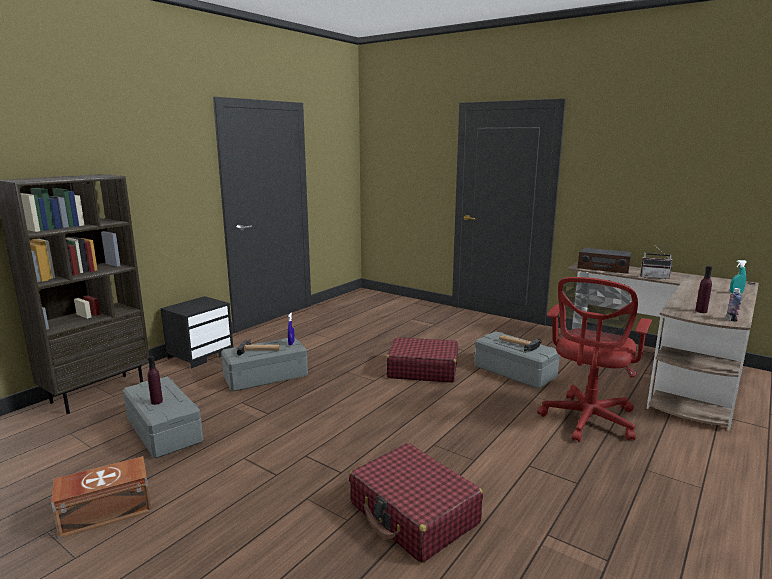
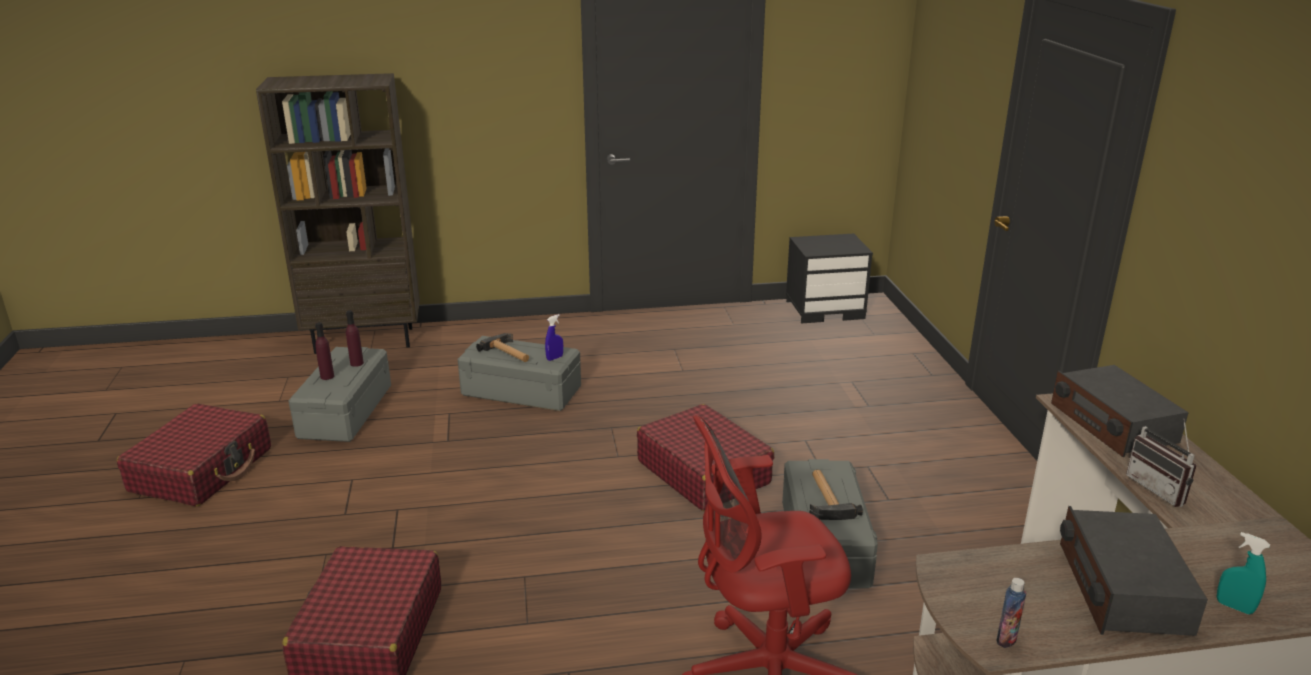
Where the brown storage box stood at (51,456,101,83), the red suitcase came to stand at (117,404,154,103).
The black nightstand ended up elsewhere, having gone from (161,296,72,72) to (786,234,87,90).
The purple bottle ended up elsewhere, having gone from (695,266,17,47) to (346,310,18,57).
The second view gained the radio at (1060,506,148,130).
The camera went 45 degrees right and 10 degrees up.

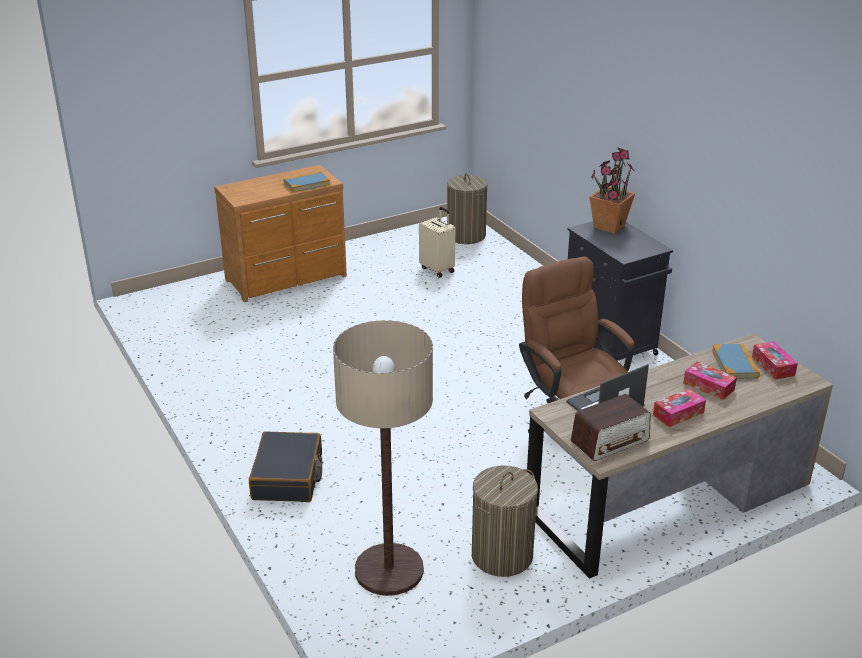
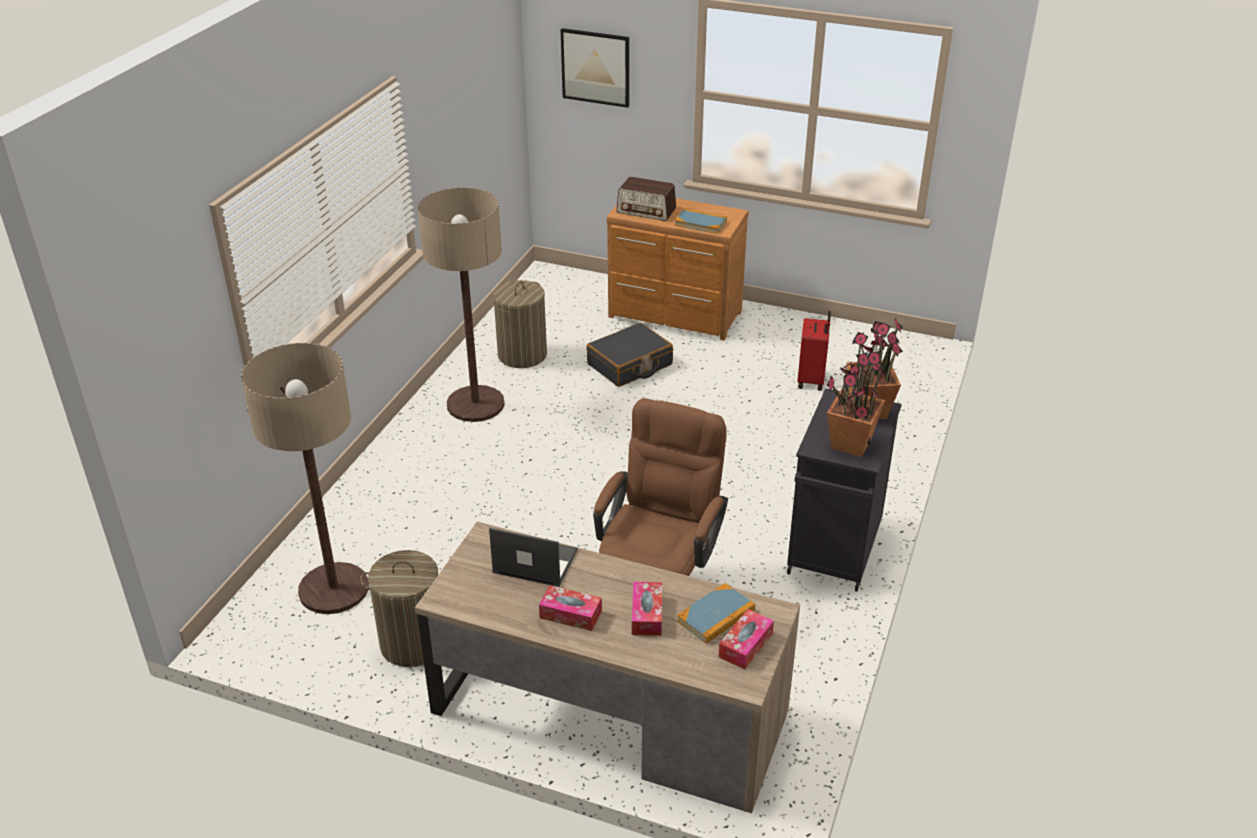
The black suitcase ended up elsewhere, having gone from (249,431,73,71) to (586,323,87,64).
What was the beige suitcase at (419,207,36,71) turned into the red suitcase at (797,311,34,80).
The laundry basket ended up elsewhere, having gone from (447,173,41,71) to (493,280,54,88).
The radio ended up elsewhere, having gone from (571,394,80,67) to (616,177,60,44).
The second view gained the floor lamp at (418,187,86,235).
The second view gained the picture at (561,28,68,80).
The second view gained the potted plant at (827,344,58,113).
The camera went 50 degrees right and 5 degrees up.

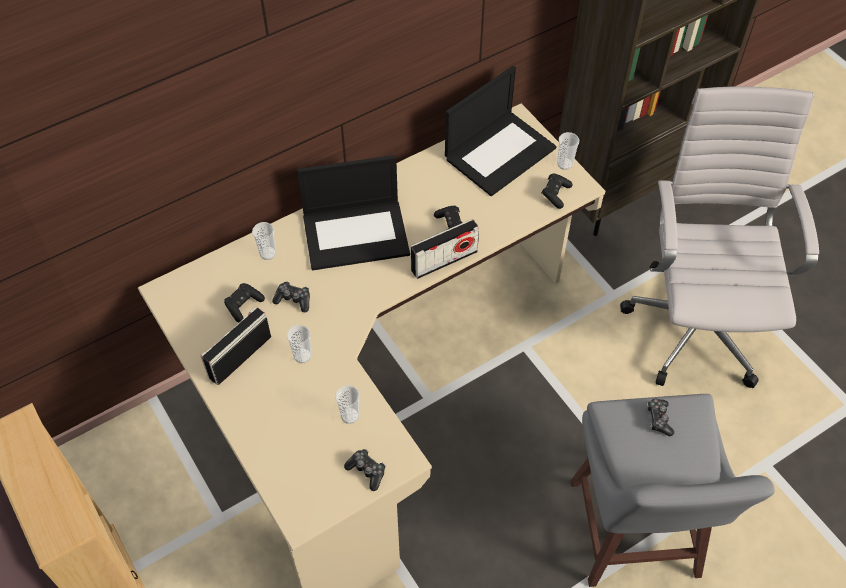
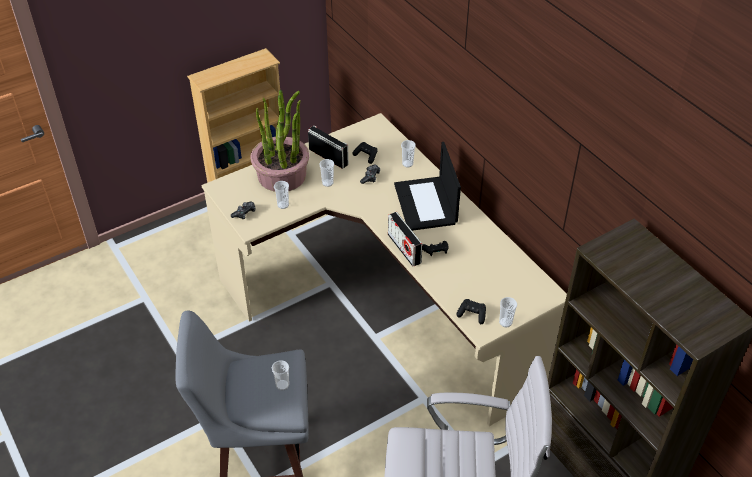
The second view lost the laptop at (445,66,112,130).
Where the game controller stood at (646,398,28,38), the cup came to stand at (272,360,17,31).
The second view gained the potted plant at (251,90,58,102).
The camera went 90 degrees right and 10 degrees down.

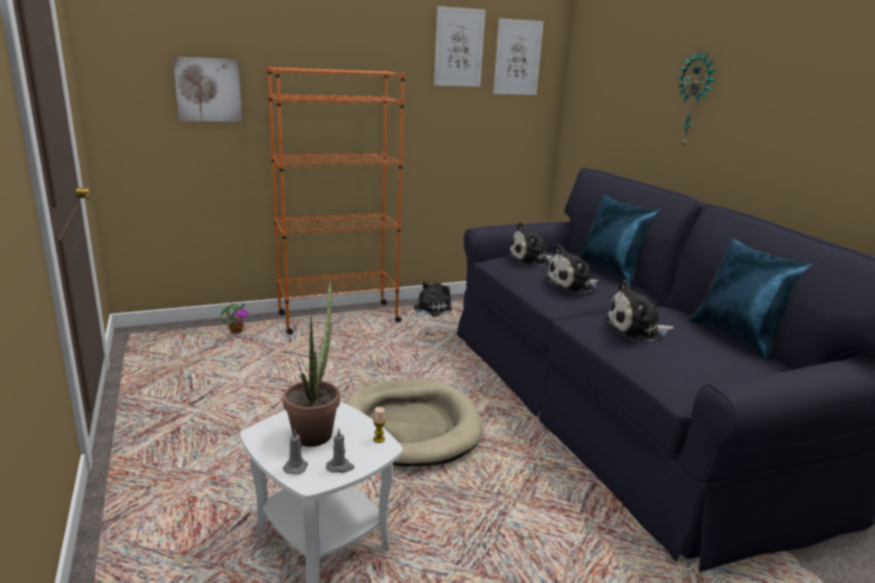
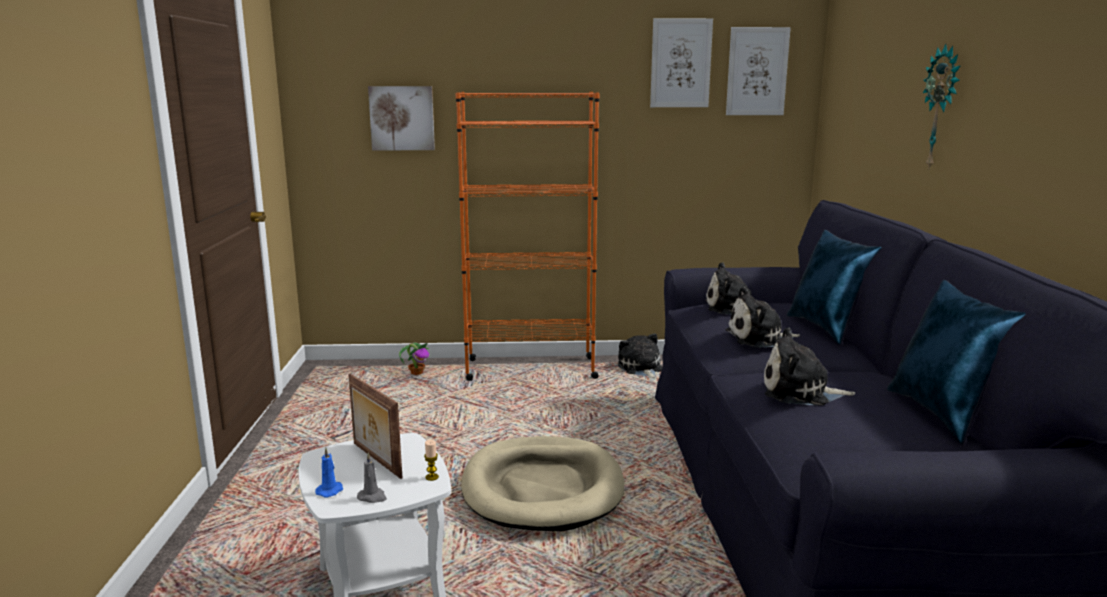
Where the potted plant stood at (283,280,57,167), the picture frame came to stand at (348,374,55,105).
What was the grey candle at (283,428,25,47) turned into the blue candle at (315,448,28,49).
The plush toy at (414,282,38,35) ended up facing another way, 75 degrees counterclockwise from before.
The camera went 20 degrees right and 5 degrees down.

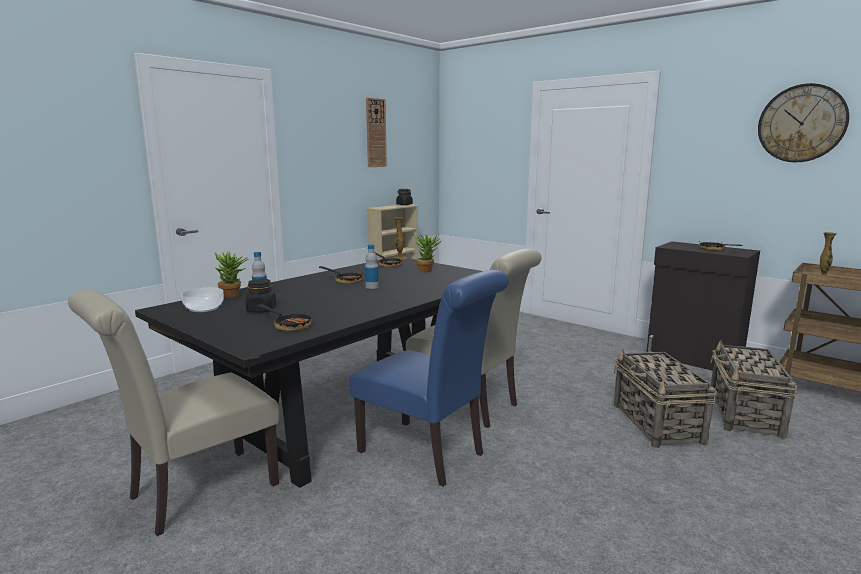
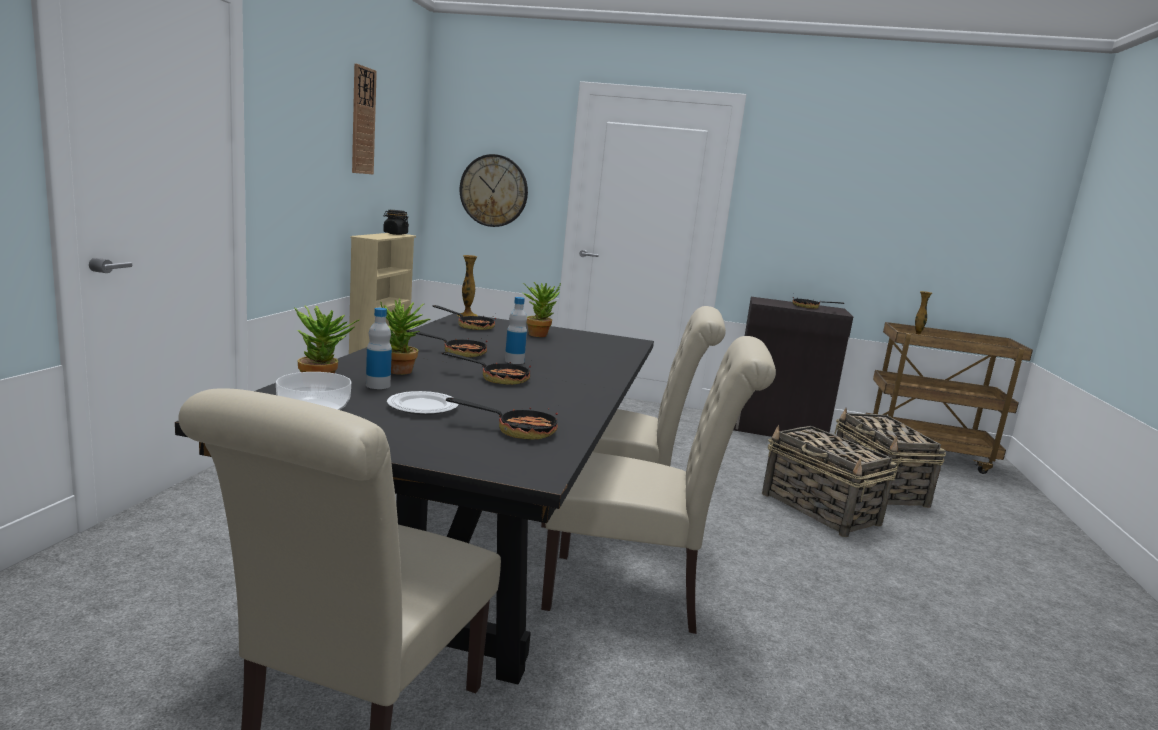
Where the black jar stood at (245,279,31,33), the plate came to stand at (387,391,71,24).
What was the blue chair at (349,270,160,217) turned into the beige chair at (541,336,235,298).
The wall clock ended up elsewhere, having gone from (758,83,91,79) to (459,154,69,73).
The second view gained the potted plant at (381,298,50,77).
The second view gained the frying pan at (442,352,89,33).
The camera went 30 degrees left and 0 degrees up.

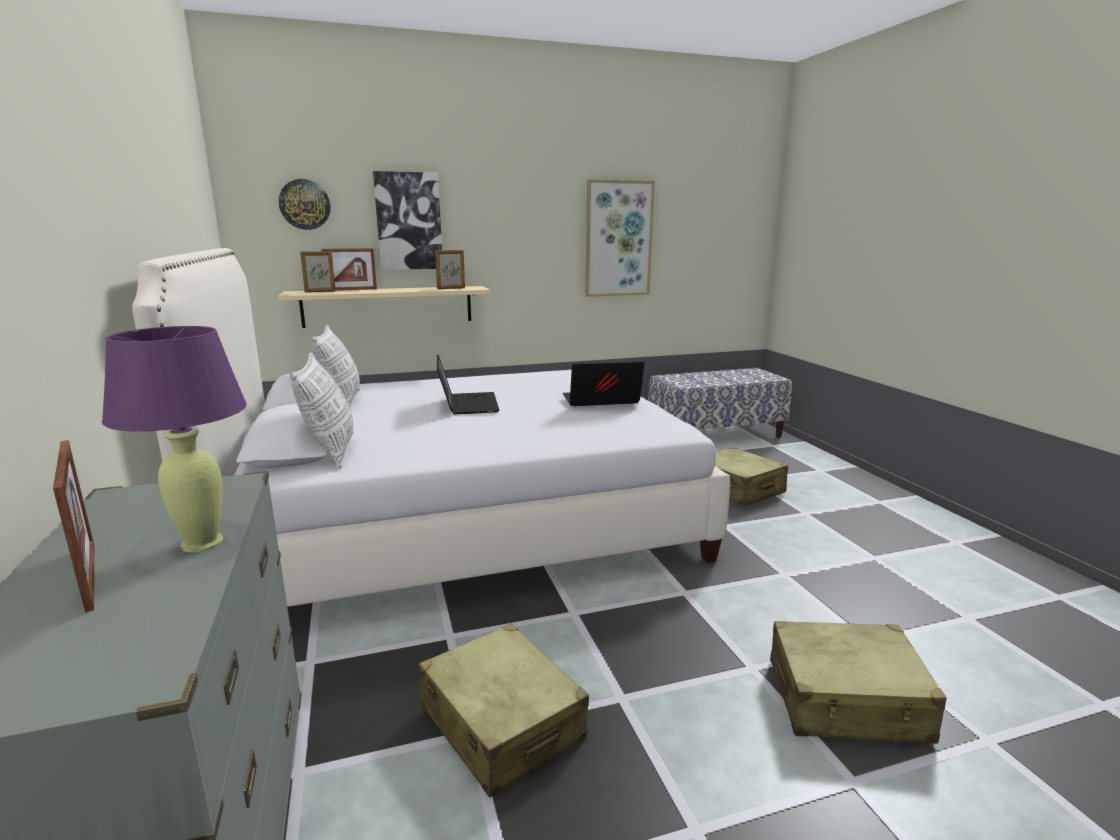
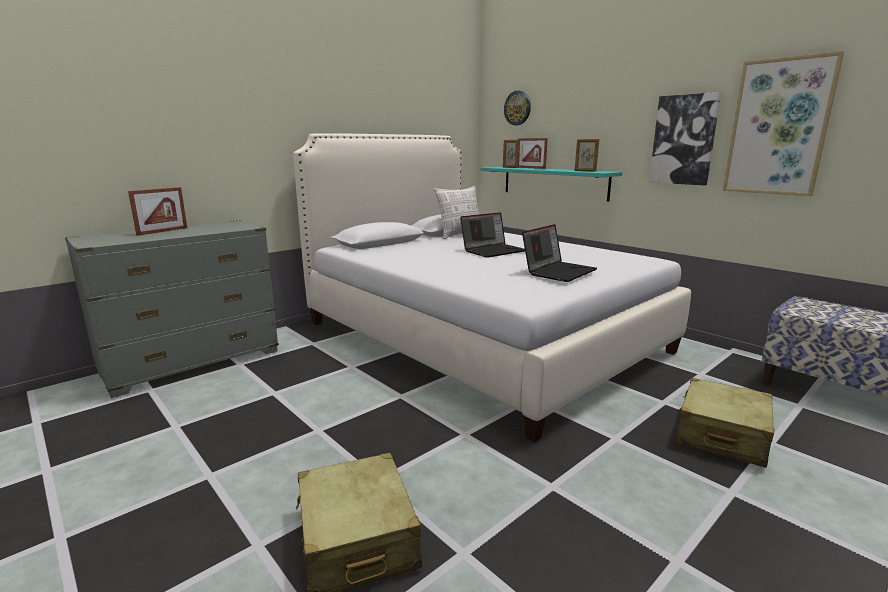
The second view lost the purple table lamp at (102,326,145,227).
What was the beige shelf at (278,286,212,42) turned into the turquoise shelf at (481,167,142,34).
The second view lost the pillow at (289,352,64,116).
The picture ended up elsewhere, having gone from (373,171,69,99) to (649,92,72,93).
The second view lost the beige suitcase at (419,623,170,174).
The laptop at (563,361,82,45) ended up facing another way, 75 degrees clockwise from before.
The camera went 65 degrees right and 0 degrees up.

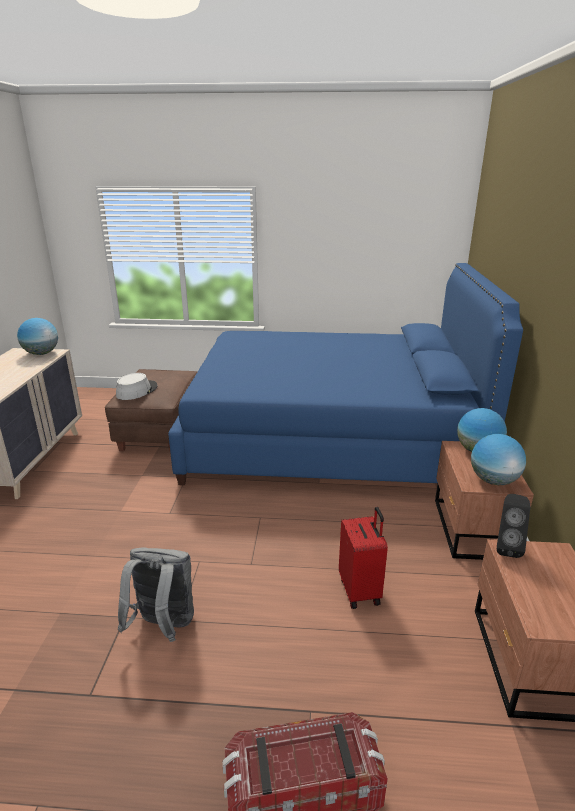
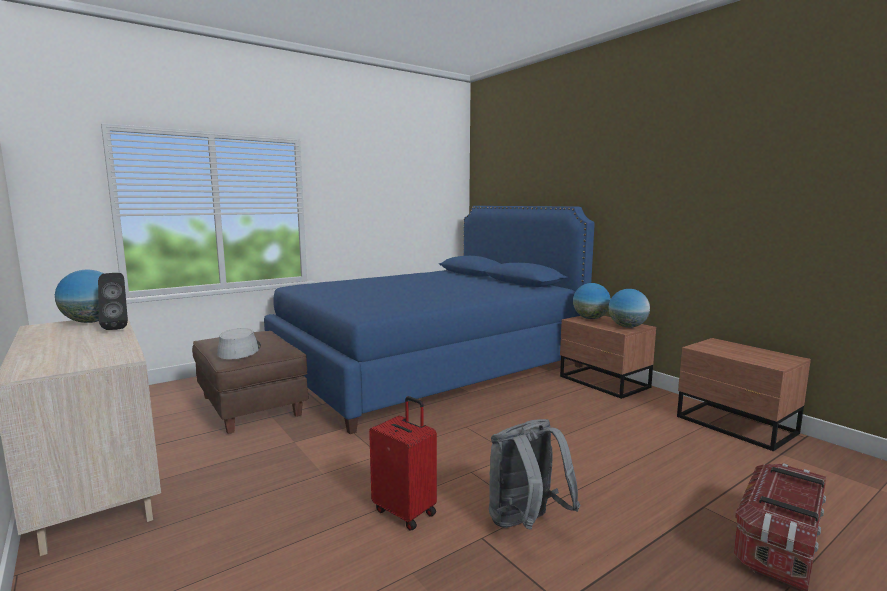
The red suitcase ended up elsewhere, having gone from (339,507,49,102) to (369,396,68,135).
The black speaker ended up elsewhere, having gone from (497,494,33,64) to (98,273,30,57).
The camera went 40 degrees left and 15 degrees down.

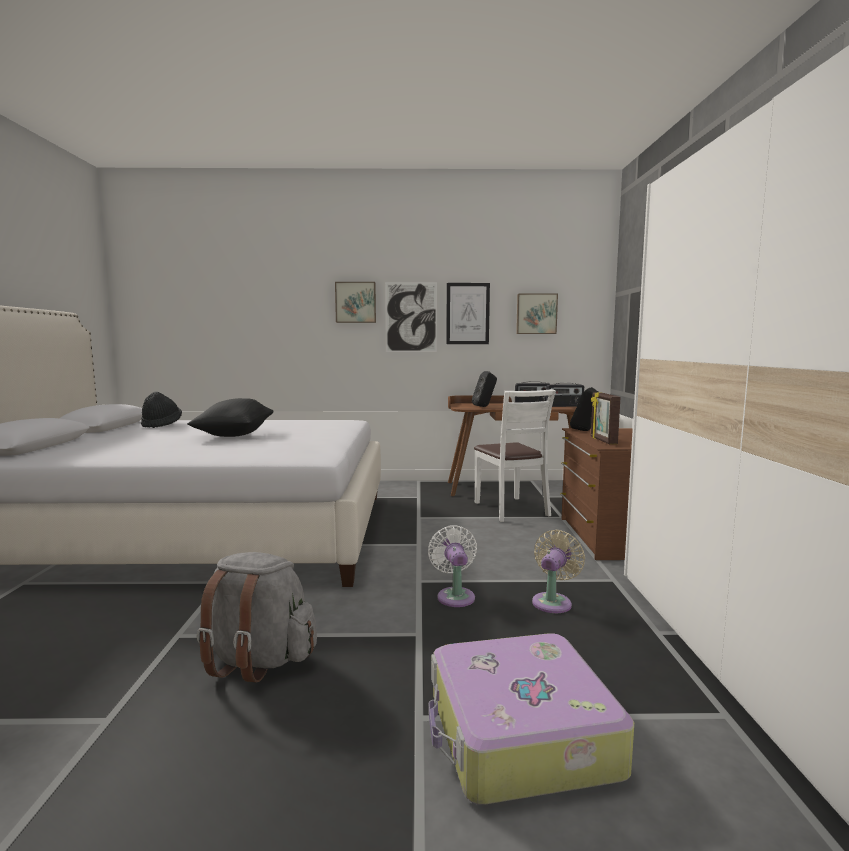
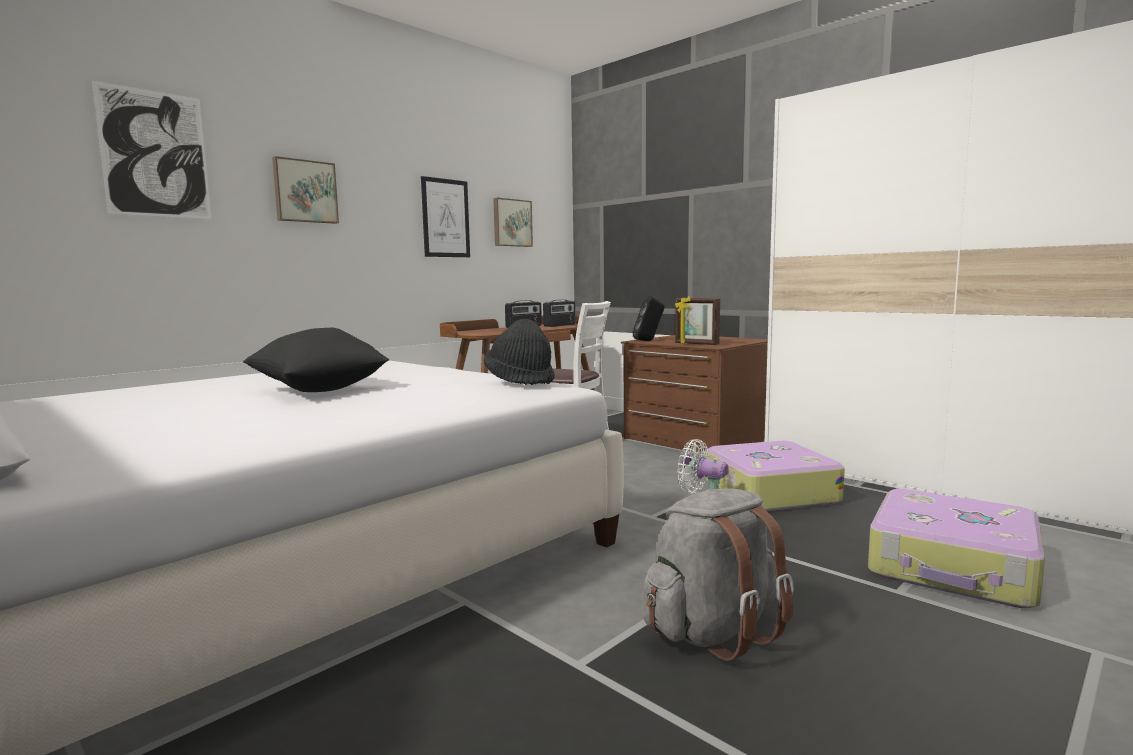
The black hat ended up elsewhere, having gone from (141,392,41,36) to (484,319,71,66).
The picture ended up elsewhere, having gone from (385,282,52,70) to (92,81,119,138).
The second view lost the black speaker at (472,371,25,36).
Where the beige fan stood at (532,530,53,83), the suitcase came to stand at (705,441,140,70).
The camera went 45 degrees left and 0 degrees up.

